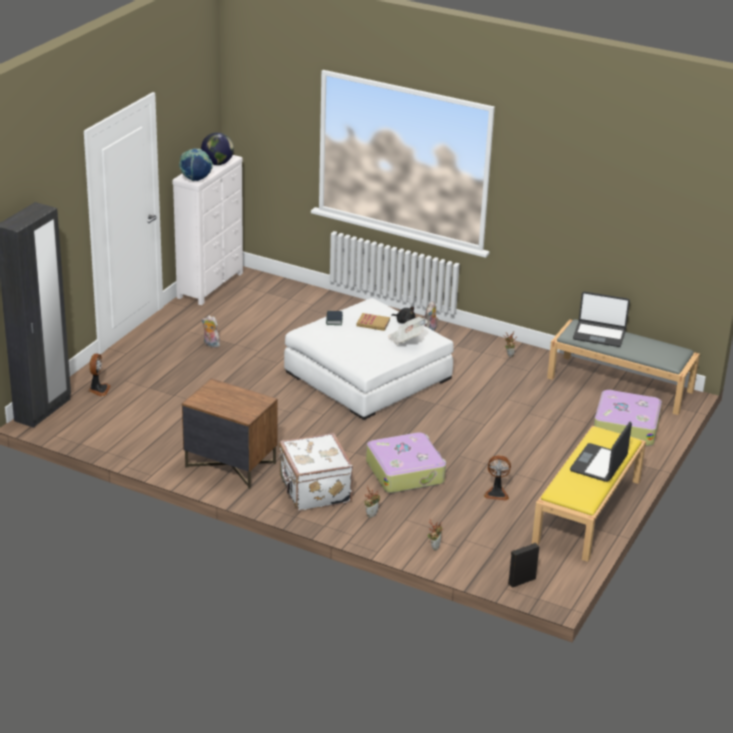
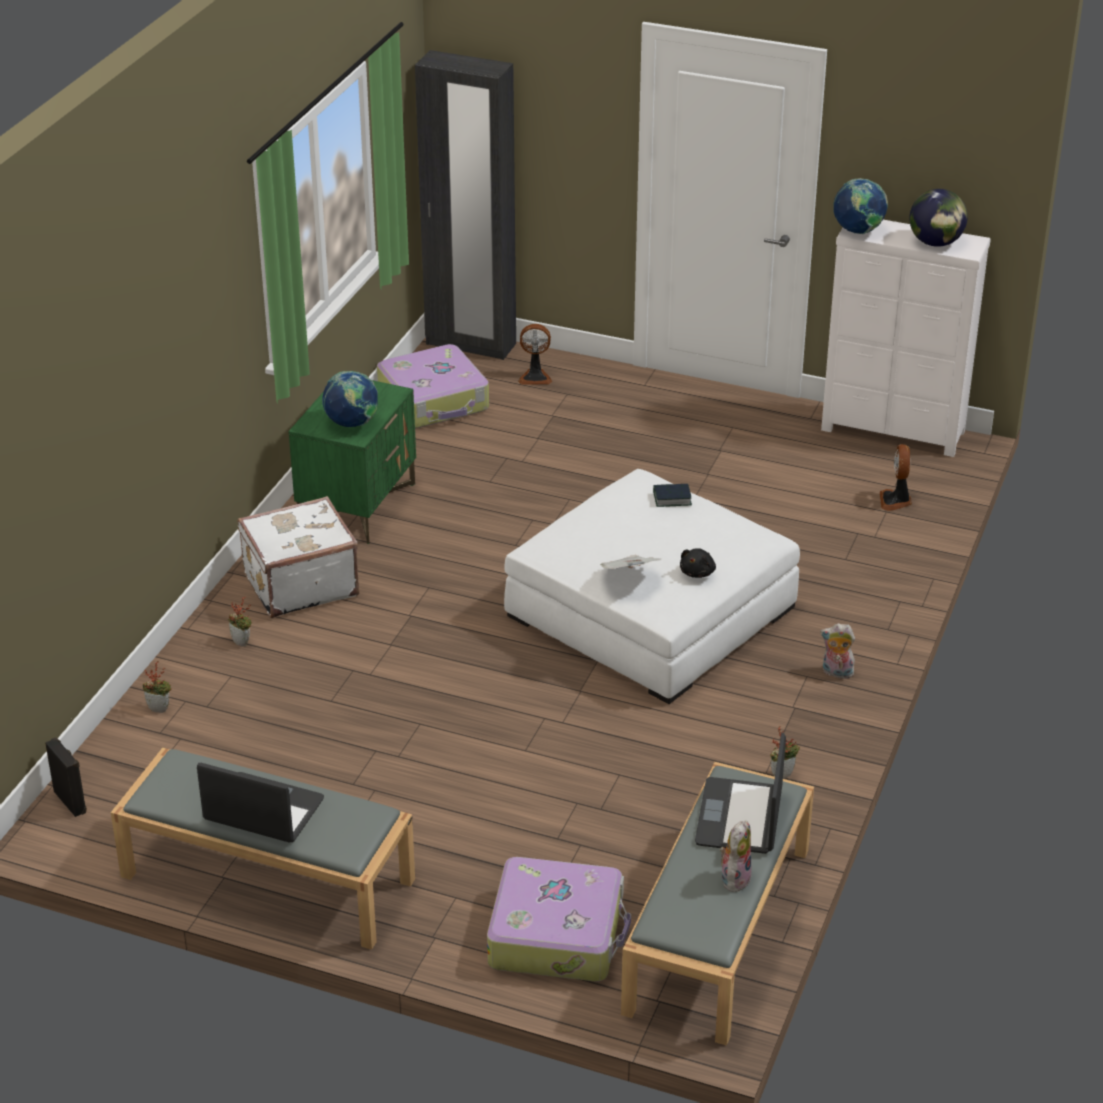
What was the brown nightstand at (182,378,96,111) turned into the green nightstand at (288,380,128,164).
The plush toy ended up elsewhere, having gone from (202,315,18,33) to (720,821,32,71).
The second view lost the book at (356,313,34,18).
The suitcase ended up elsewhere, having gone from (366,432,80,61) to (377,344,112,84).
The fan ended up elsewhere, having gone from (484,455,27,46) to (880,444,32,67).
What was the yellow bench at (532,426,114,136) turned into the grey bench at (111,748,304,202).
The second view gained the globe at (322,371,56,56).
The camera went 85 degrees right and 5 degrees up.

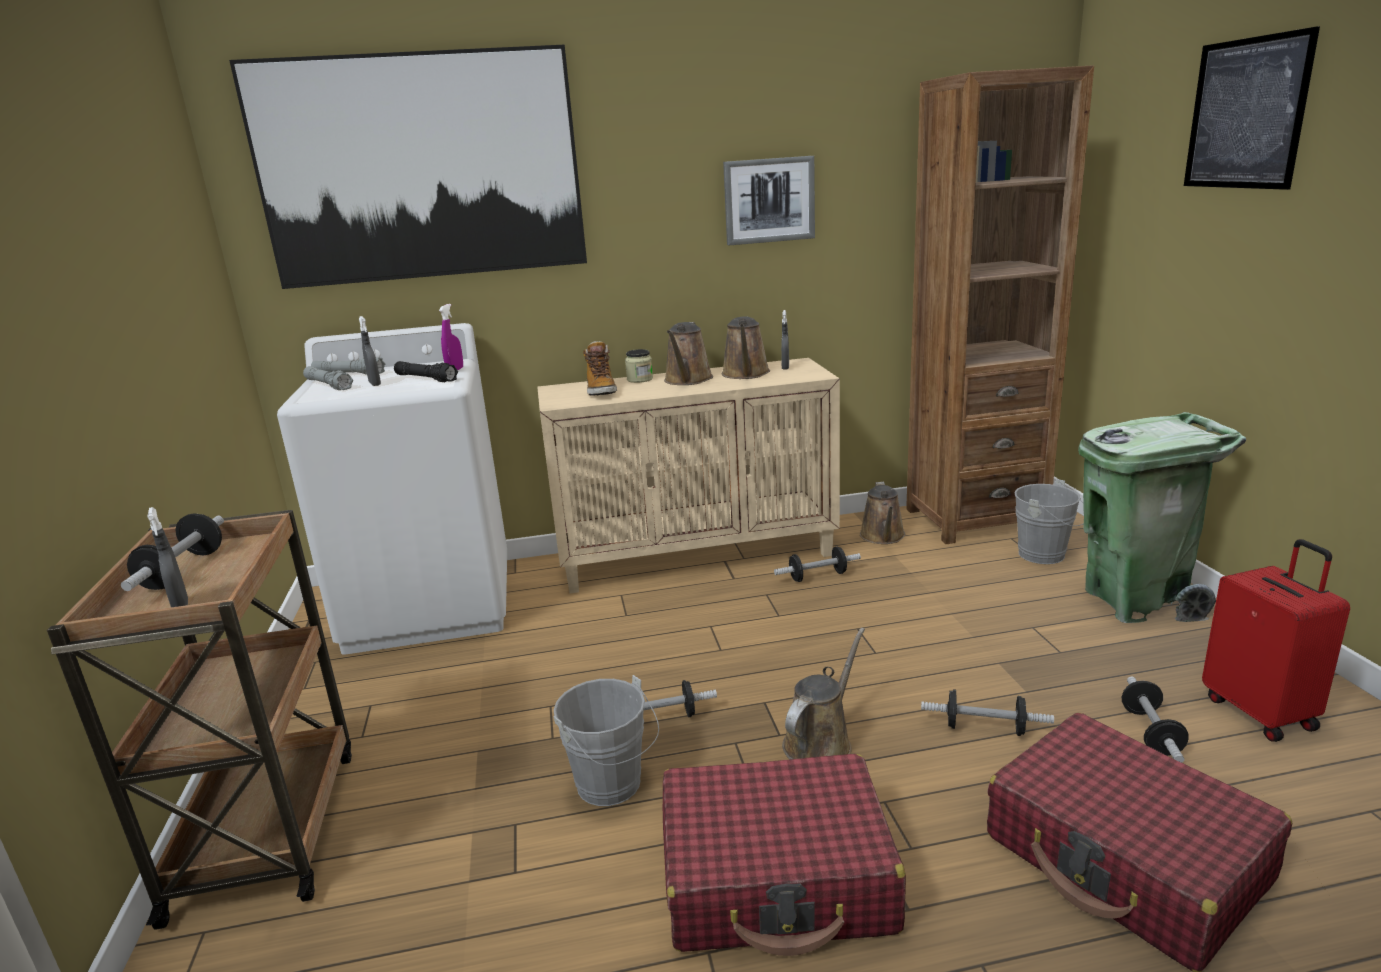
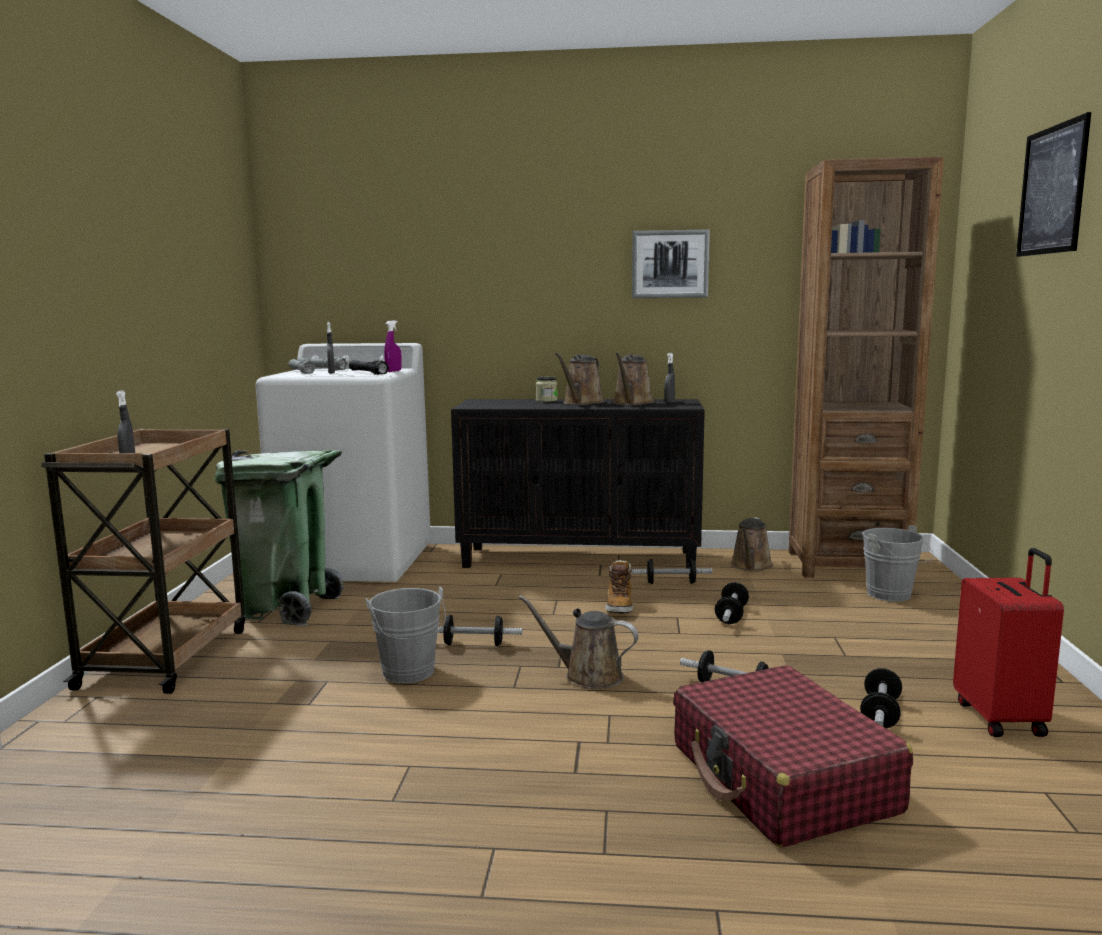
The dumbbell ended up elsewhere, having gone from (121,513,103,78) to (715,582,34,42).
The second view lost the picture at (229,45,358,244).
What was the beige cabinet at (537,358,303,235) turned into the black cabinet at (451,399,254,169).
The boot ended up elsewhere, having gone from (583,341,34,55) to (605,560,28,54).
The second view lost the red suitcase at (663,754,243,202).
The brown watering can at (782,628,83,131) ended up facing another way, 120 degrees counterclockwise from before.
The green trash can ended up elsewhere, having gone from (1078,412,168,211) to (215,450,129,176).
The camera went 15 degrees right and 10 degrees down.

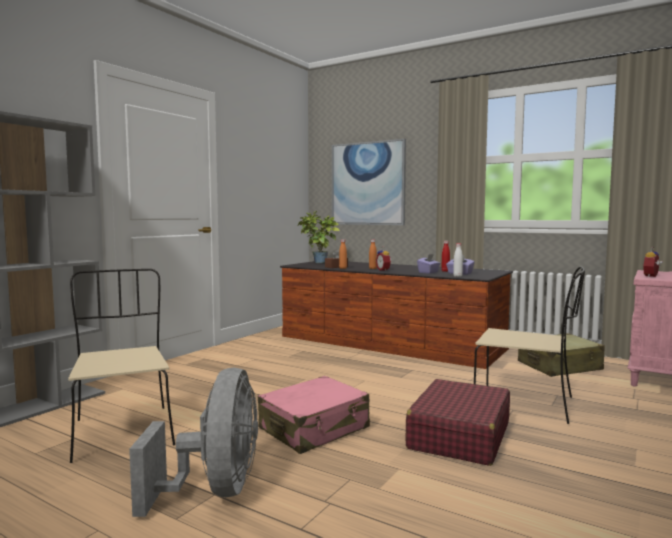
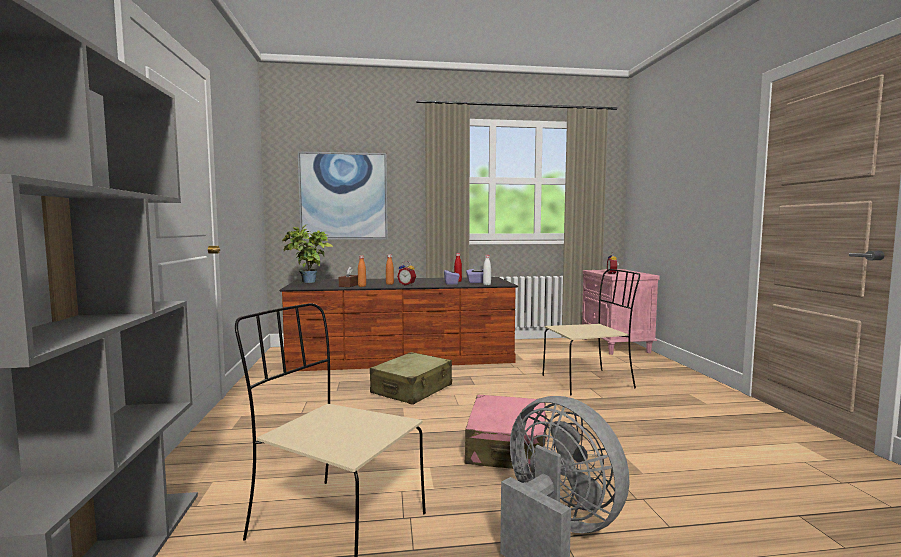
The second view lost the red suitcase at (406,379,104,87).
The beige suitcase ended up elsewhere, having gone from (518,333,87,44) to (370,352,82,53).
The camera went 40 degrees left and 0 degrees up.

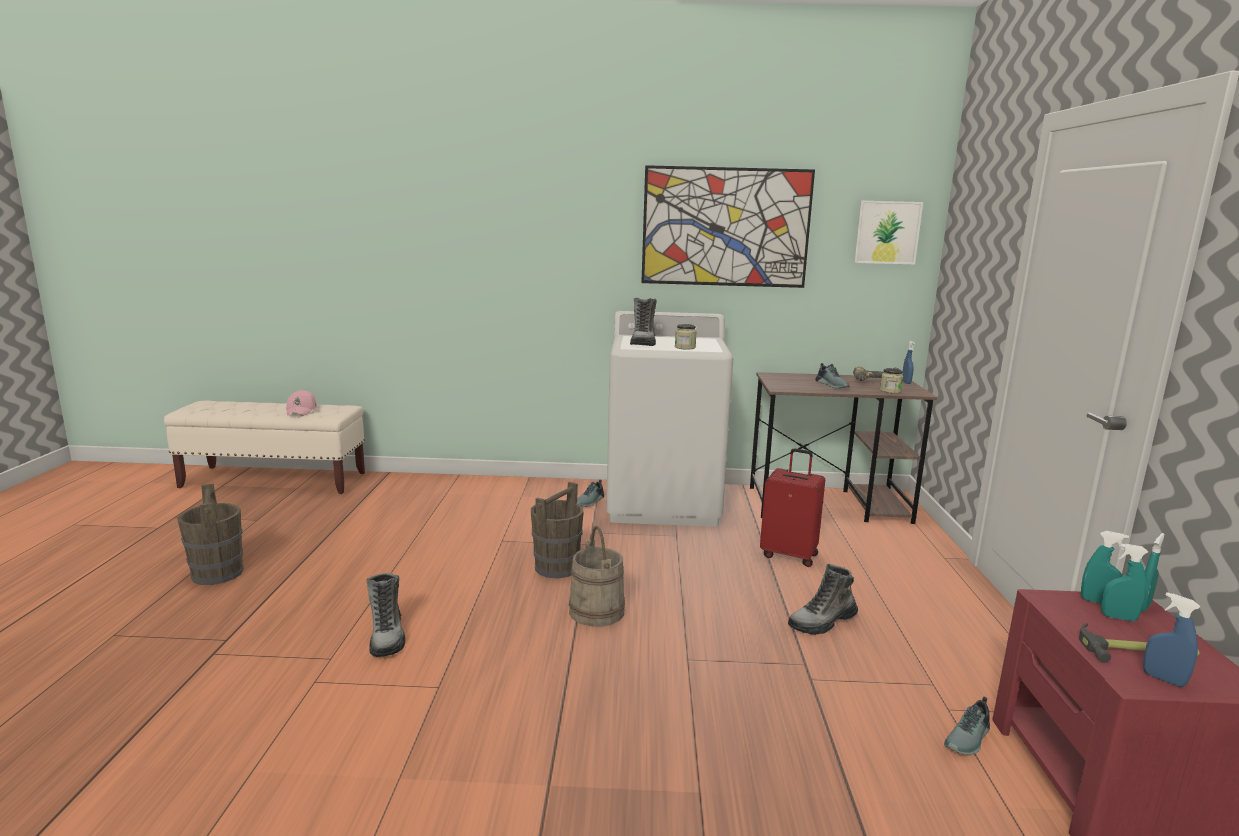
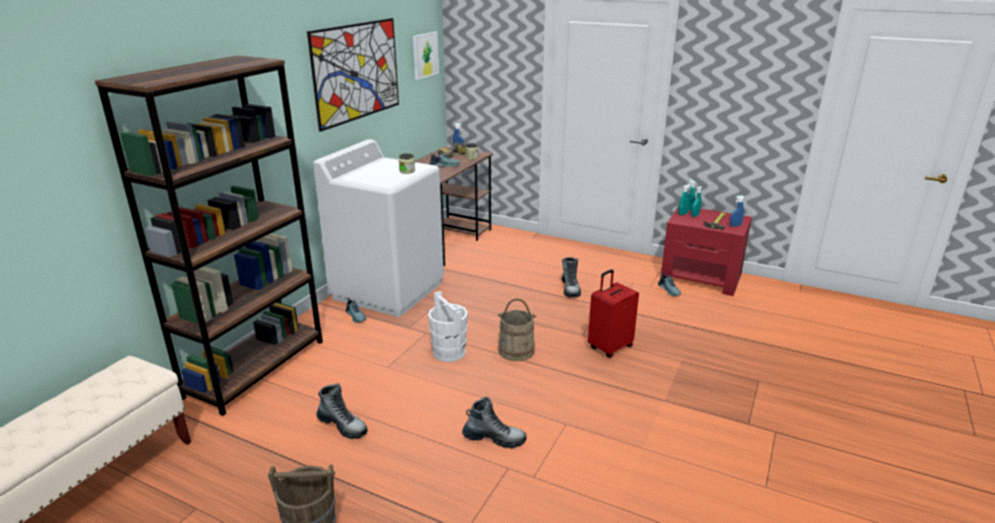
The second view lost the pink cap at (286,390,31,25).
What was the brown bucket at (531,482,53,96) turned into the white bucket at (428,291,40,71).
The boot ended up elsewhere, having gone from (630,298,27,48) to (316,383,52,56).
The red suitcase ended up elsewhere, having gone from (760,448,65,119) to (588,269,51,89).
The second view gained the brown bookcase at (95,55,228,361).
The camera went 65 degrees left and 10 degrees up.

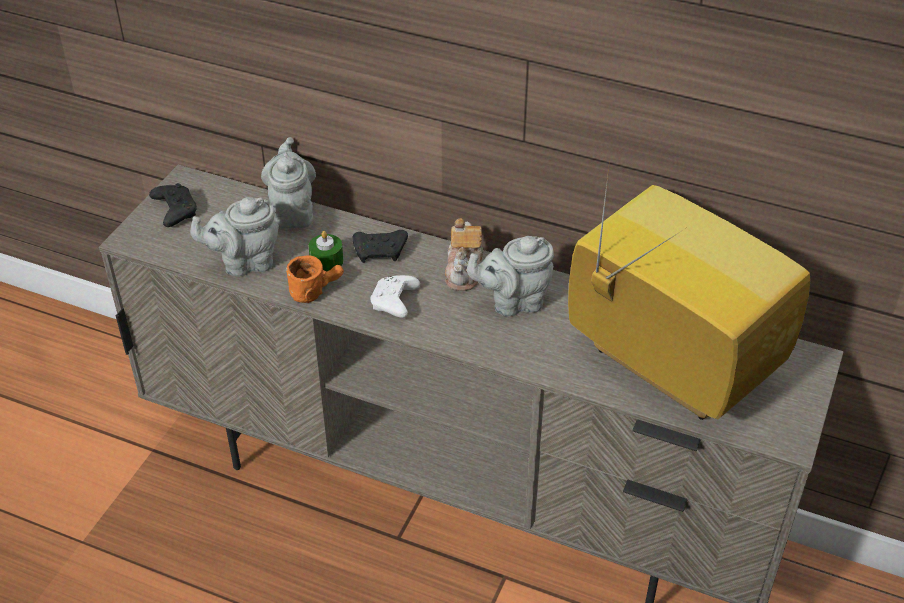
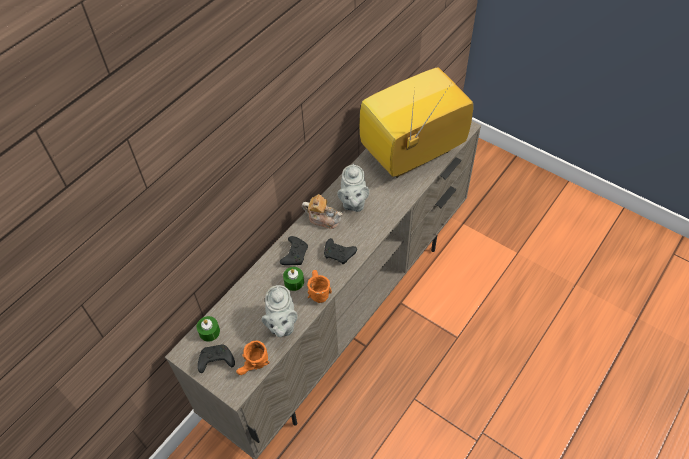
The second view lost the grey teapot at (261,137,55,92).
What was the white game controller at (371,275,49,43) turned into the black game controller at (324,238,33,26).
The second view gained the green candle at (197,316,23,26).
The second view gained the orange mug at (236,340,34,35).
The camera went 75 degrees left and 10 degrees up.

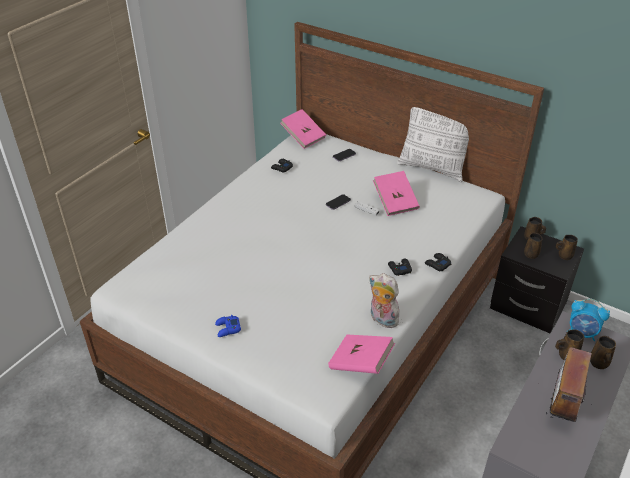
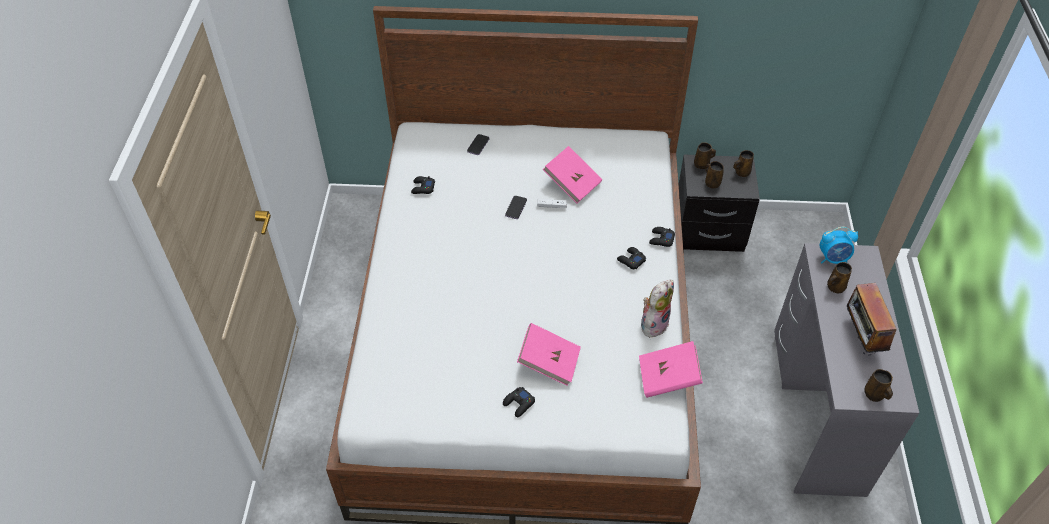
What was the blue game controller at (215,315,26,22) turned into the black game controller at (503,387,32,30).
The pink book ended up elsewhere, having gone from (280,109,46,40) to (517,323,64,63).
The plush toy at (369,274,30,54) ended up facing another way, 120 degrees clockwise from before.
The second view lost the pillow at (397,107,72,75).
The brown mug ended up elsewhere, having gone from (590,336,26,33) to (864,369,29,33).
The camera went 30 degrees left and 10 degrees up.

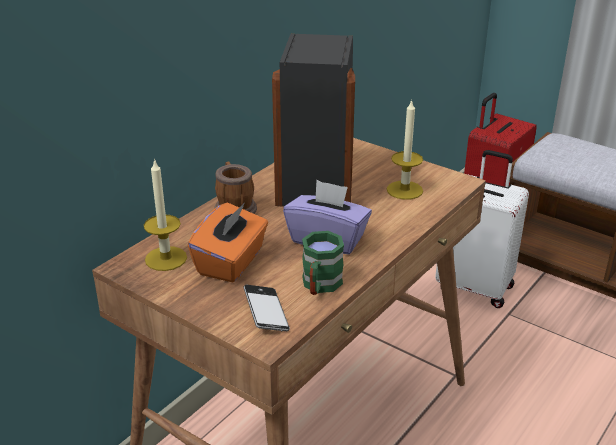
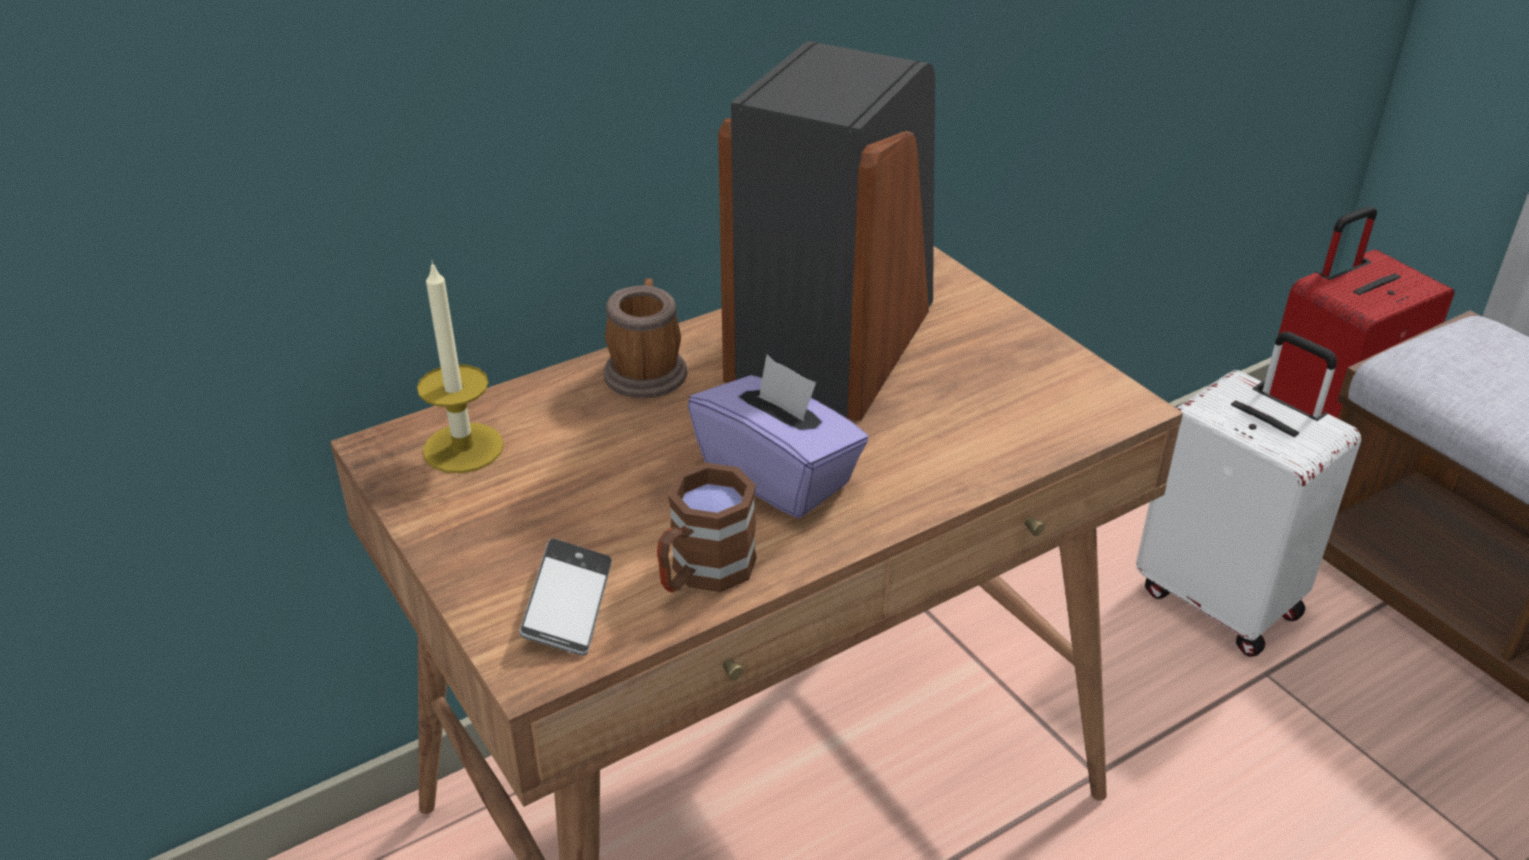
The second view lost the orange tissue box at (188,202,80,81).
What was the green mug at (302,231,42,64) turned into the brown mug at (657,463,99,130).
The second view lost the candle at (387,99,36,101).
The camera went 20 degrees right and 5 degrees up.

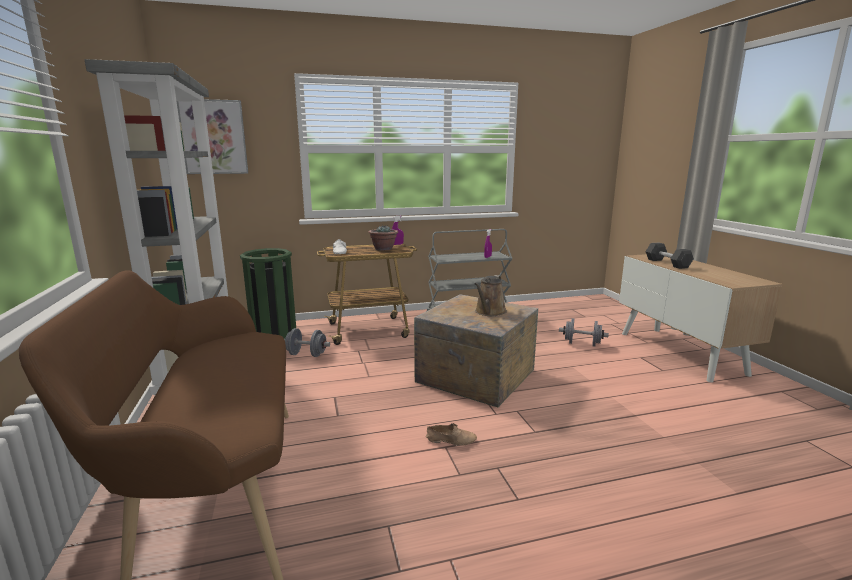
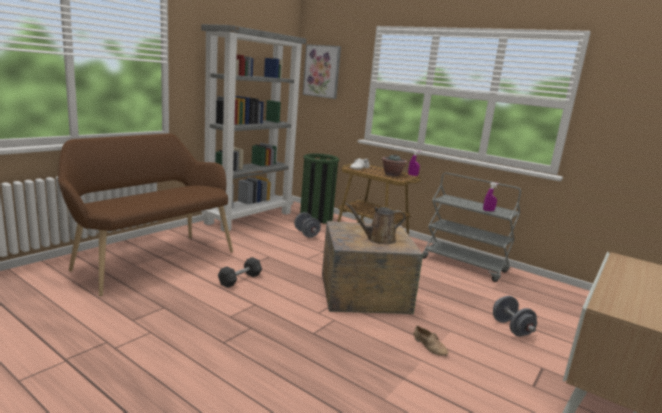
The beige shoe ended up elsewhere, having gone from (426,423,51,23) to (413,325,35,31).
The grey dumbbell ended up elsewhere, having gone from (645,243,49,26) to (218,257,44,31).
The camera went 50 degrees right and 0 degrees up.

